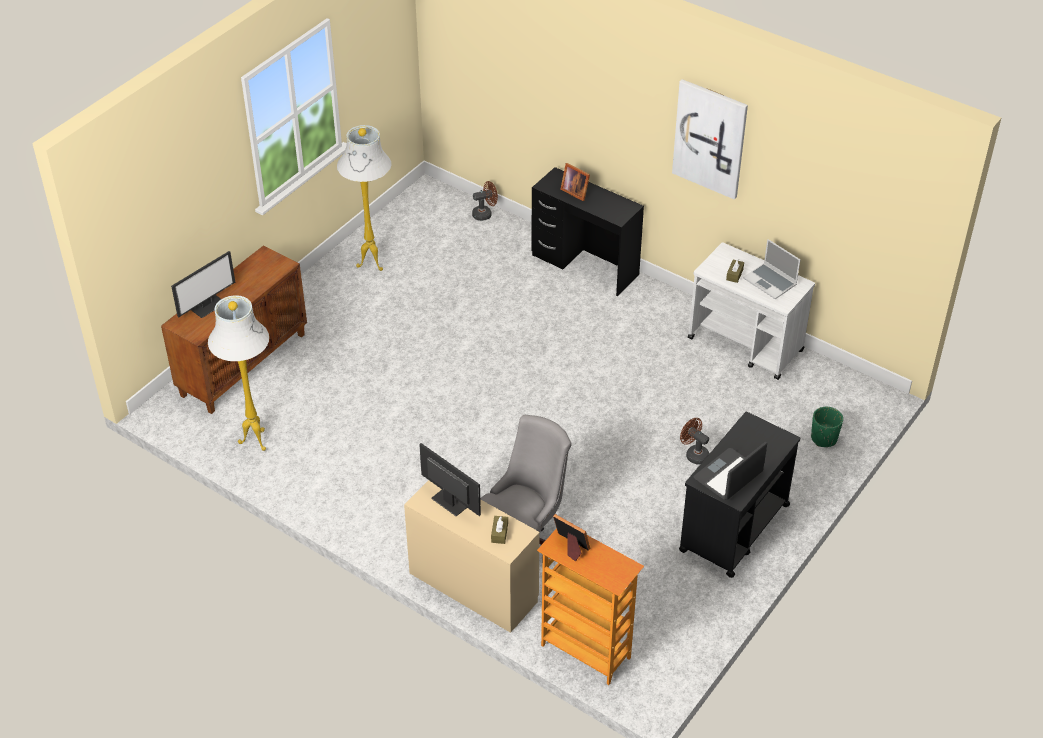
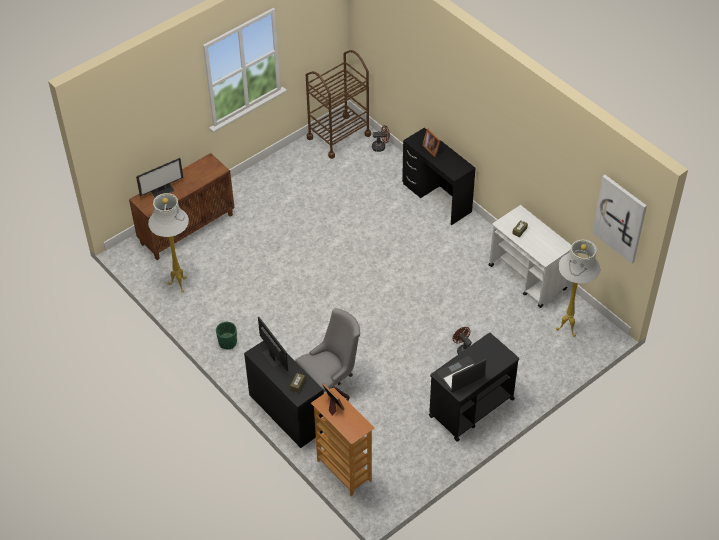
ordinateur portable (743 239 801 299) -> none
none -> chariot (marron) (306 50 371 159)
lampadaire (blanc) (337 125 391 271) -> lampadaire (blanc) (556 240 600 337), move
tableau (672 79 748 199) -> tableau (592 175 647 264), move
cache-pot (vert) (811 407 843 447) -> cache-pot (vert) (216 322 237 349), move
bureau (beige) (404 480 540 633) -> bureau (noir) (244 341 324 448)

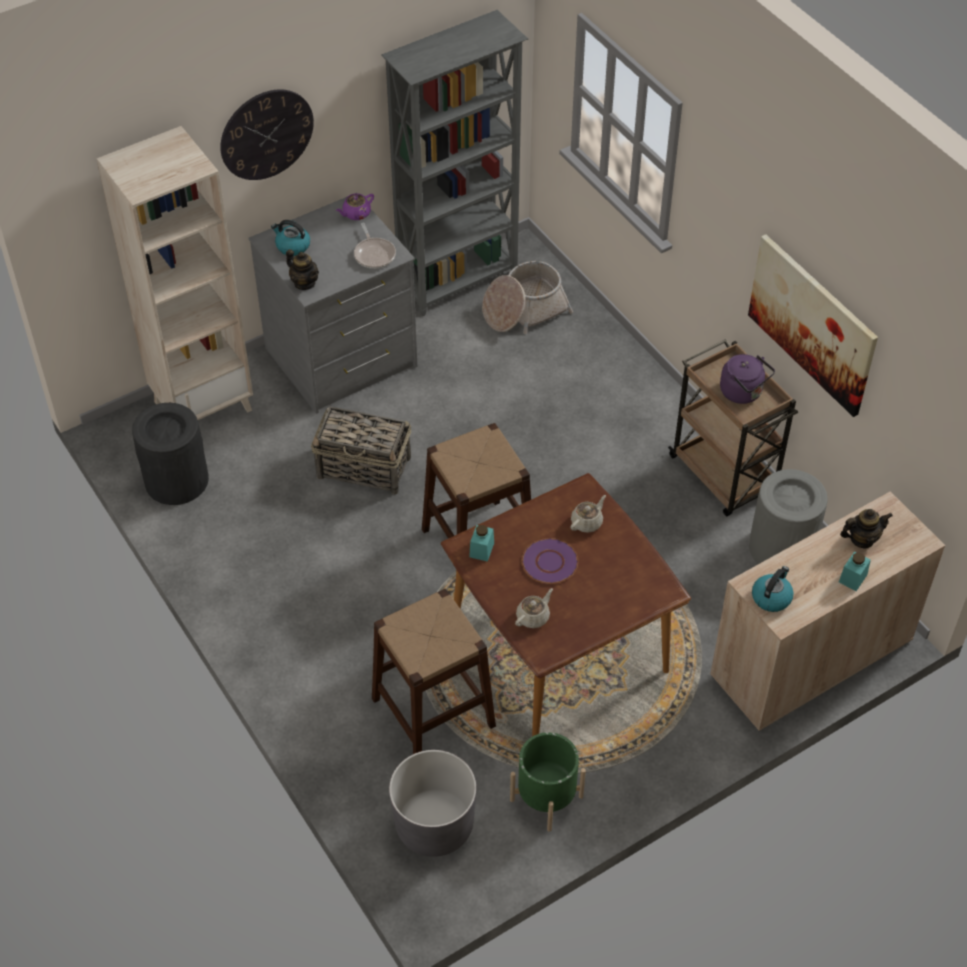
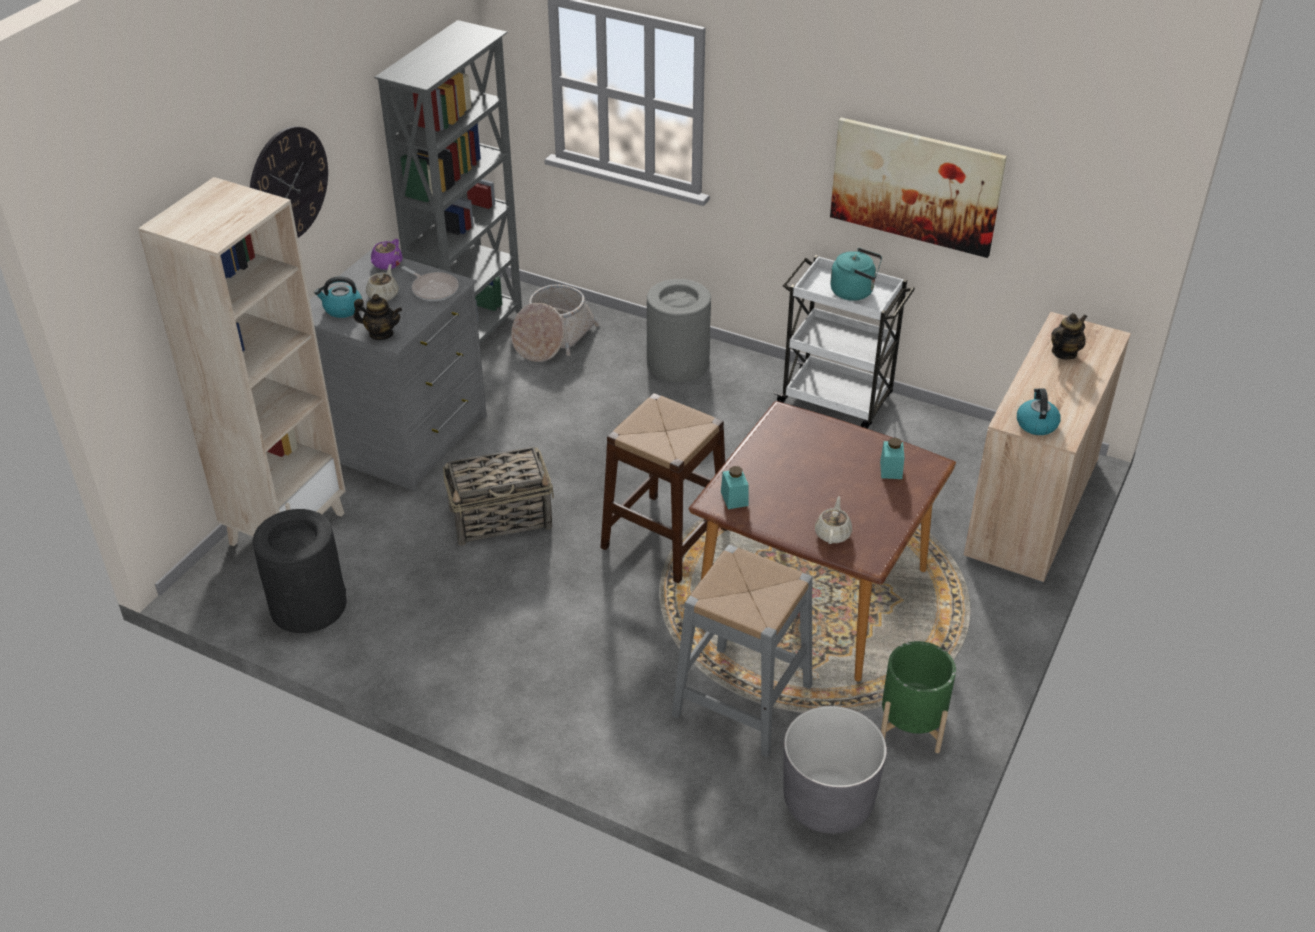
assiette (violet) (522 538 578 584) -> none
théière (beige) (570 495 606 533) -> théière (beige) (366 264 399 301), move
poubelle (gris) (749 469 828 564) -> poubelle (gris) (647 279 711 382), move
bocal (turquoise) (839 552 871 591) -> bocal (turquoise) (880 437 904 479), move
tabouret (marron) (372 589 496 754) -> tabouret (gris) (672 545 813 757)
chariot (marron) (668 339 798 516) -> chariot (blanc) (774 255 915 429)
bouilloire (violet) (720 354 775 404) -> bouilloire (turquoise) (830 248 882 301)

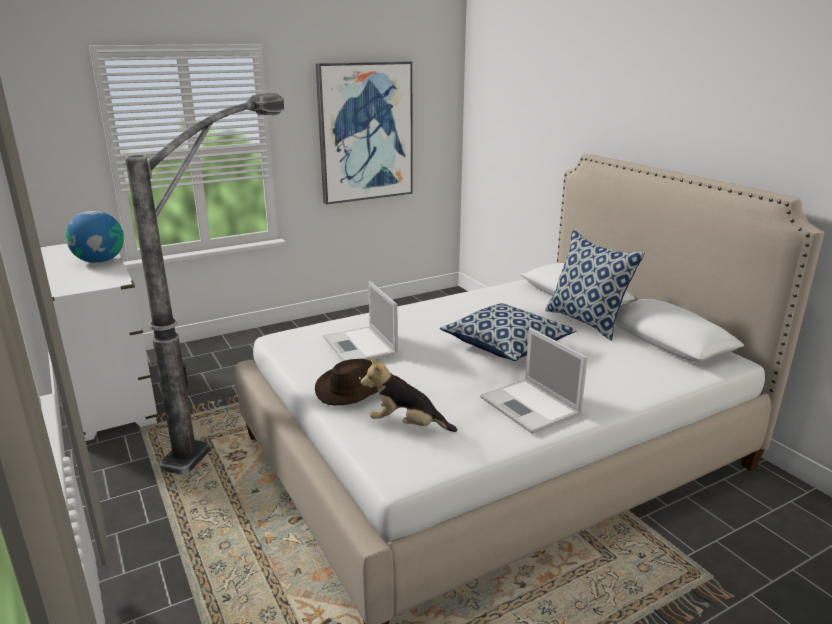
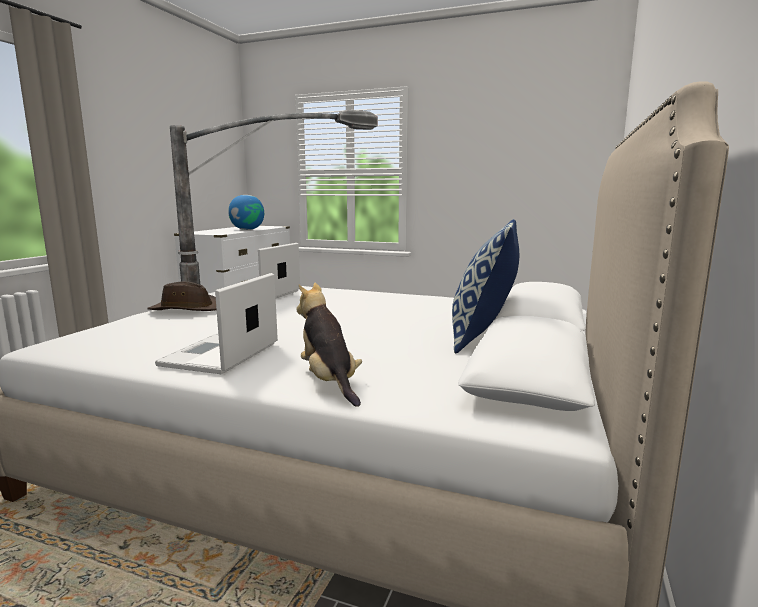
tableau (316 62 413 204) -> none
coussin (440 303 577 361) -> none
peluche (360 357 457 432) -> peluche (296 283 362 407), move

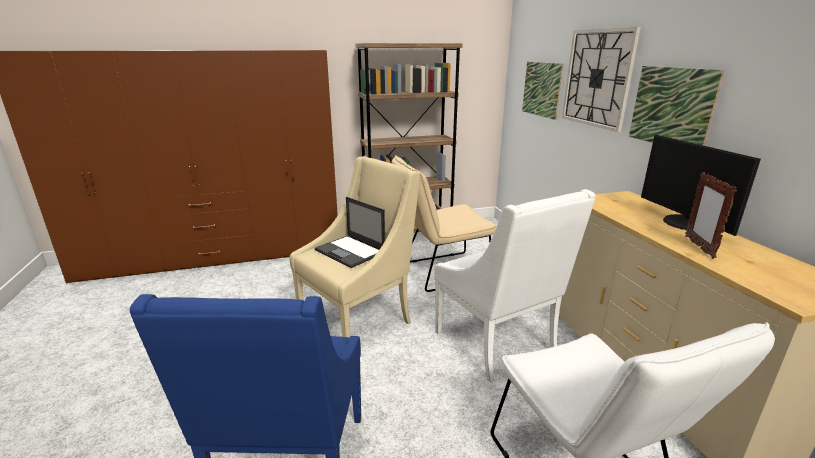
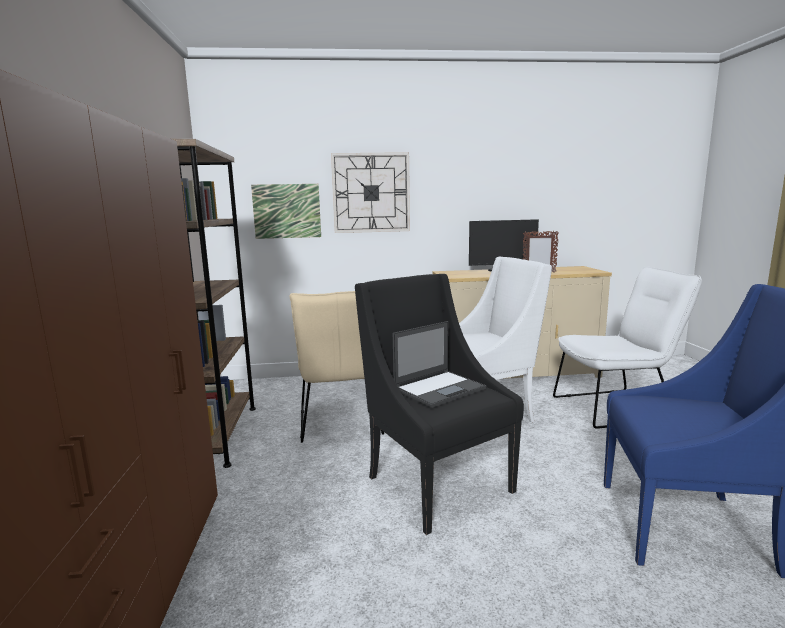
tableau (629 66 725 146) -> none
fauteuil (beige) (290 157 420 337) -> fauteuil (noir) (355 274 524 535)

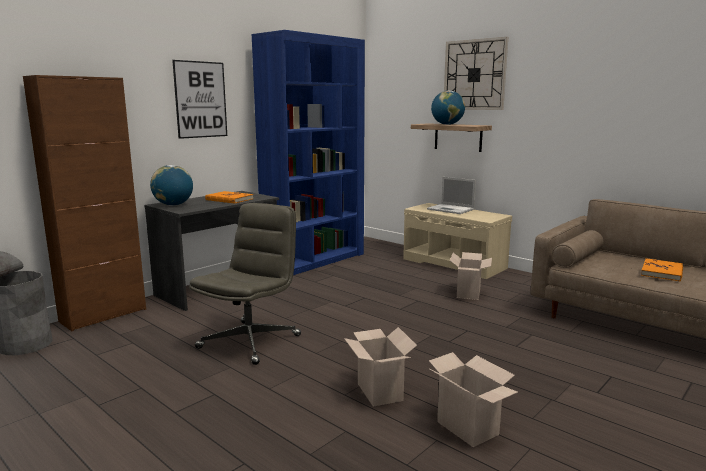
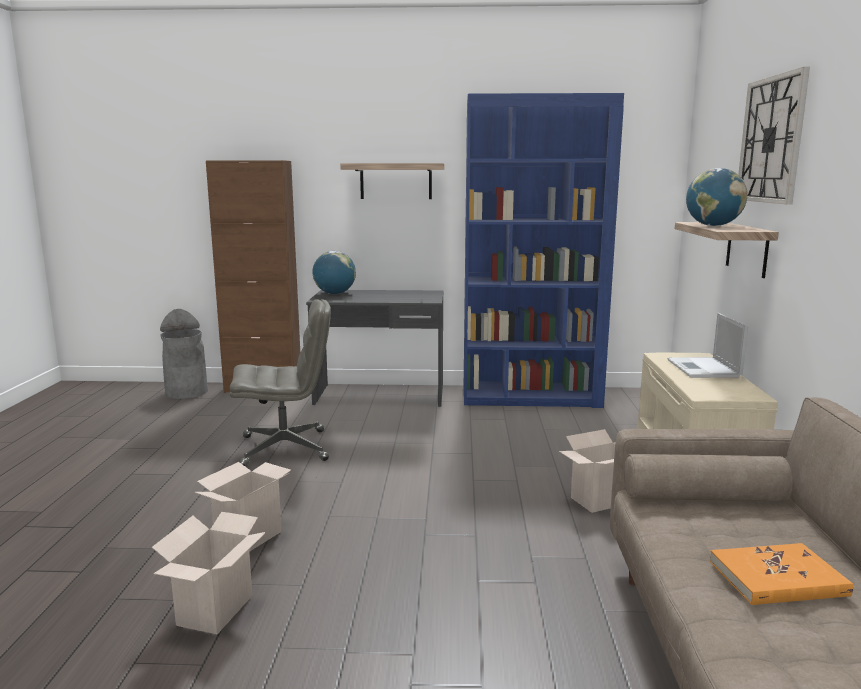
livre (orange) (205 191 253 204) -> none
tableau (172 60 227 139) -> étagère (340 163 445 199)

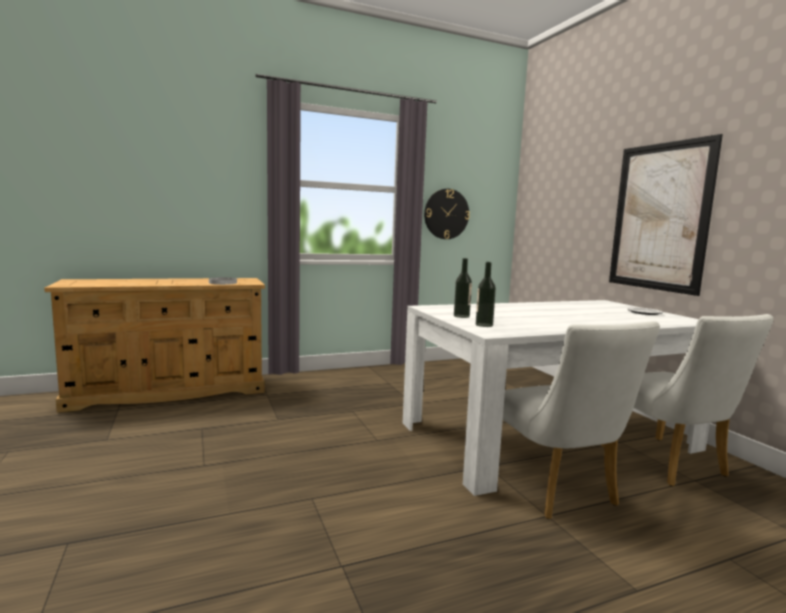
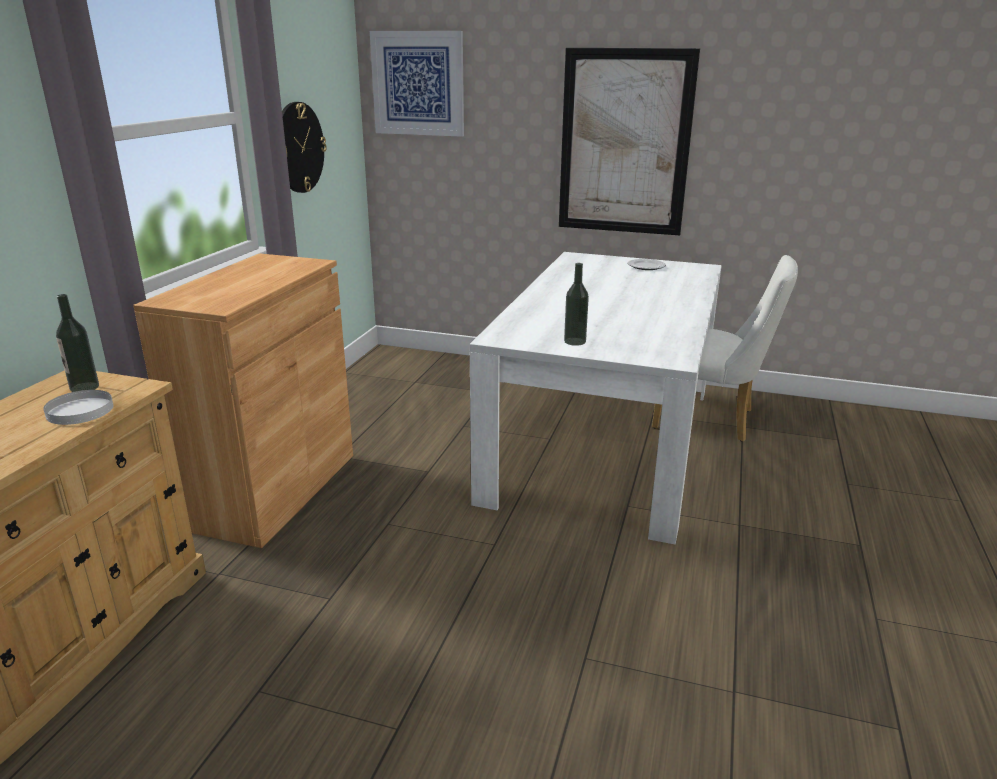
chaise (blanc) (503 321 660 519) -> none
none -> meuble de rangement (marron) (133 253 353 548)
none -> tableau (370 31 464 137)
bouteille (476 262 496 327) -> bouteille (56 294 99 392), move

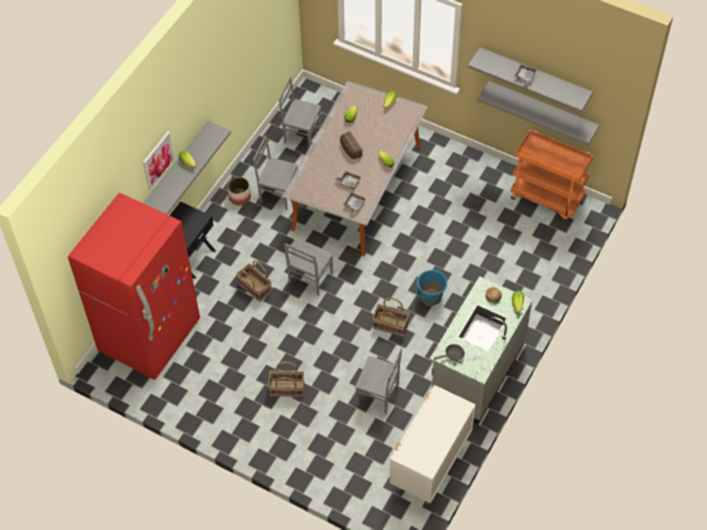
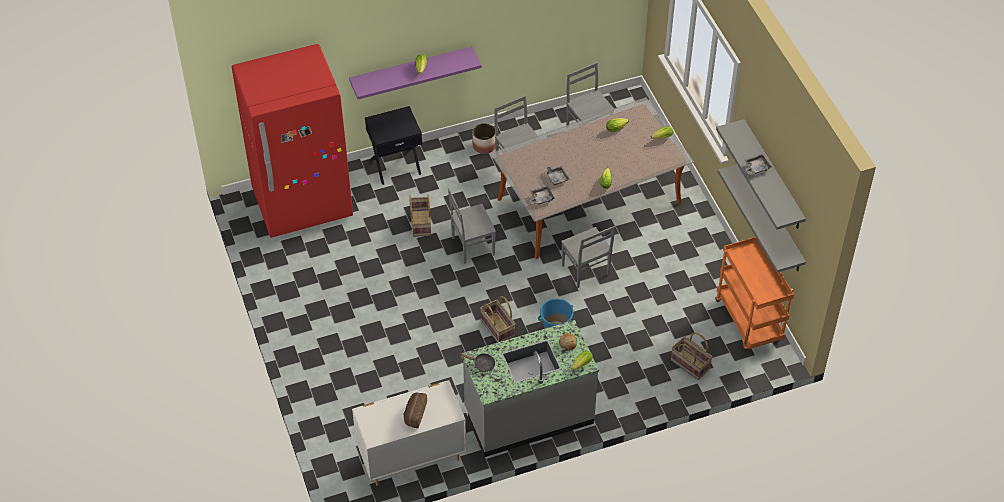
tableau (143 131 175 190) -> none
panier (268 362 304 397) -> panier (671 332 713 380), move
pain (340 131 363 159) -> pain (404 393 427 428), move
chaise (gris) (355 348 402 414) -> chaise (gris) (561 226 615 288), move
étagère (gris) (143 121 231 215) -> étagère (violet) (349 46 482 100)

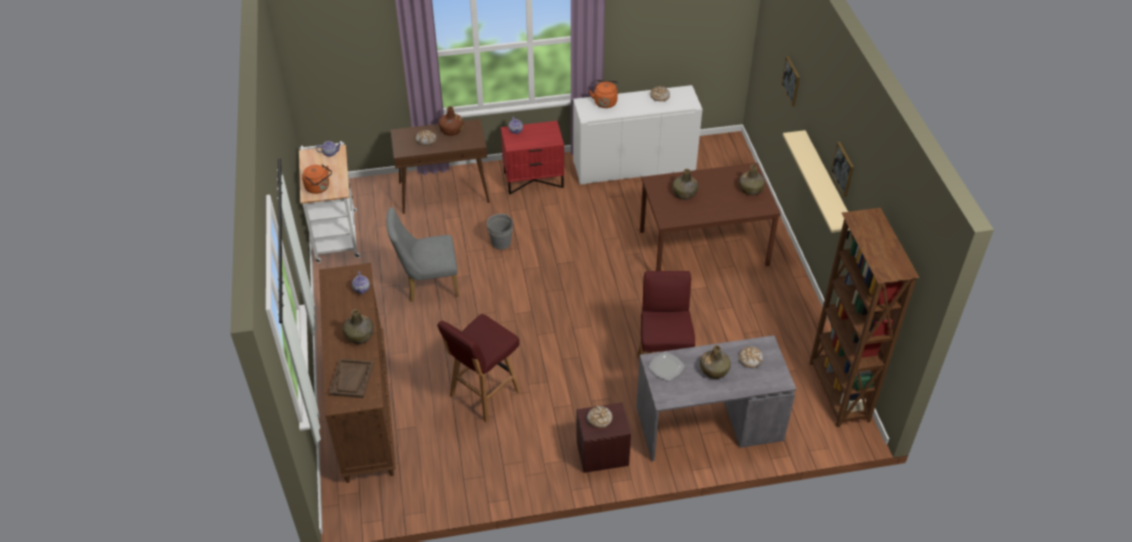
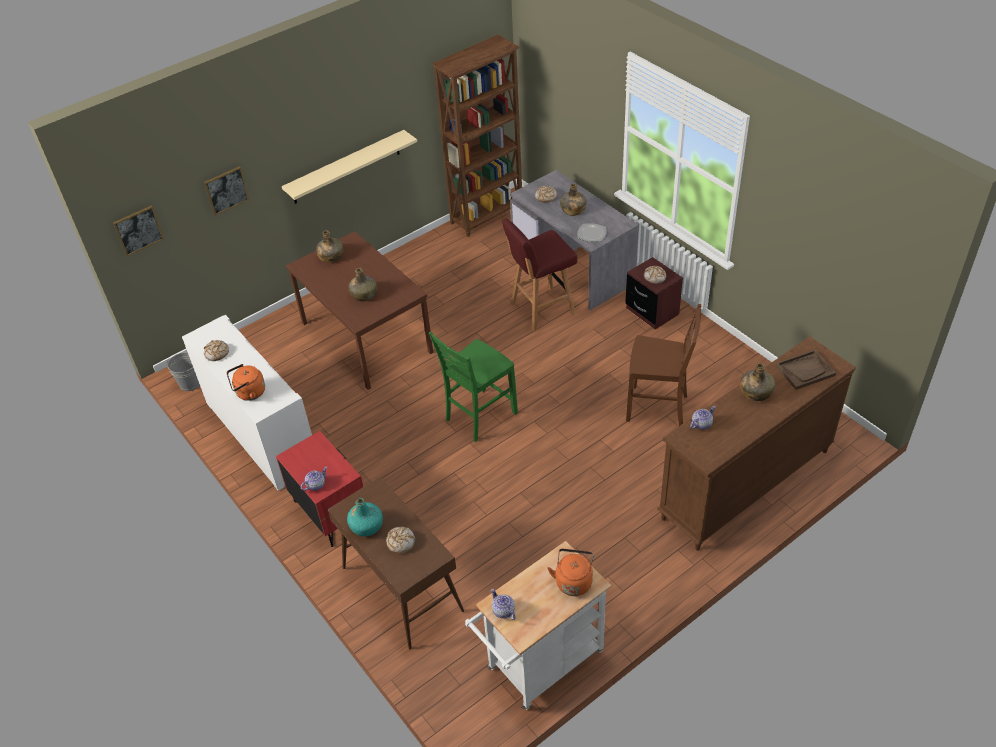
chaise (gris) (386 207 459 302) -> none
none -> chaise (vert) (429 331 518 442)
seau (gris) (487 213 513 250) -> seau (gris) (167 352 200 391), move
tableau (831 142 854 197) -> tableau (113 206 164 256), move
tabouret (rouge) (437 314 521 422) -> chaise (marron) (626 304 701 426)
bouteille (marron) (439 106 464 136) -> bouteille (turquoise) (347 498 383 537)

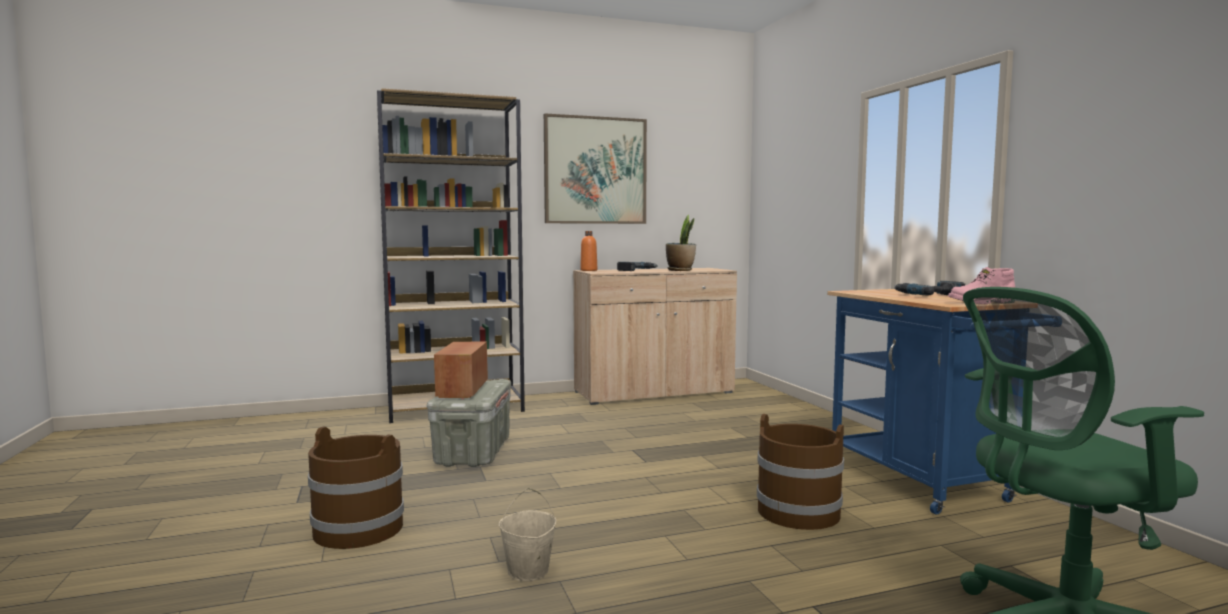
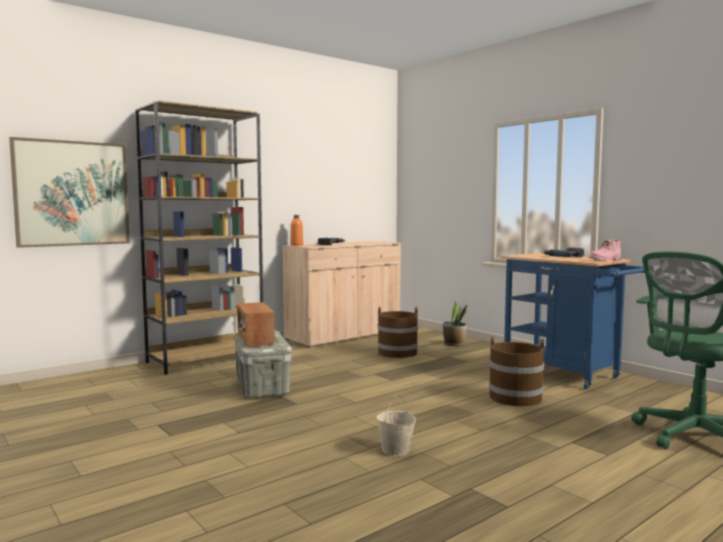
seau (marron) (308 426 404 549) -> seau (marron) (378 307 418 358), move
tableau (544 114 647 224) -> tableau (9 137 130 248), move
plante en pot (666 215 696 271) -> plante en pot (443 300 467 346), move

